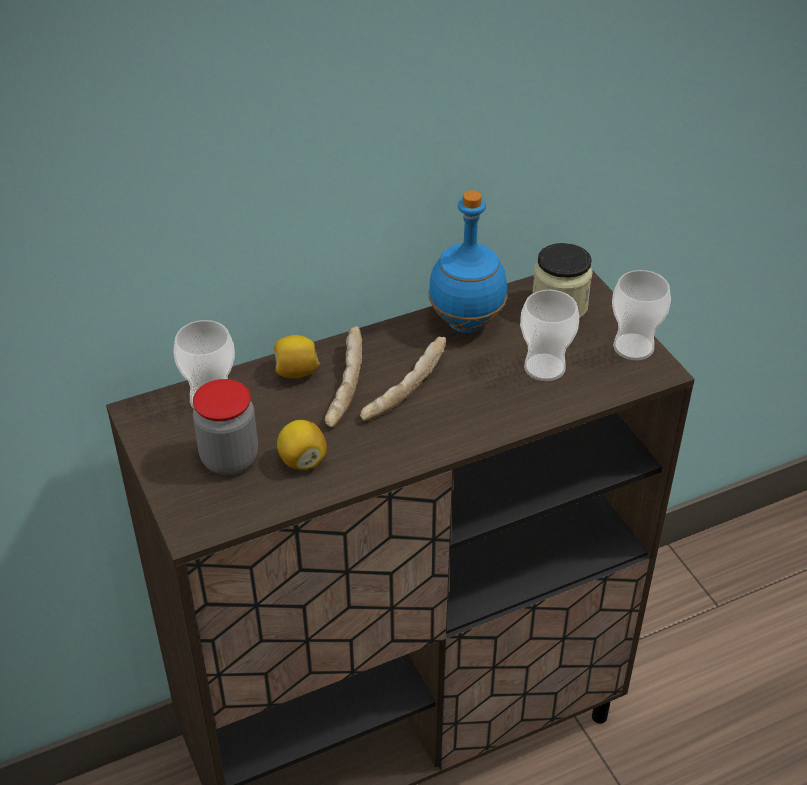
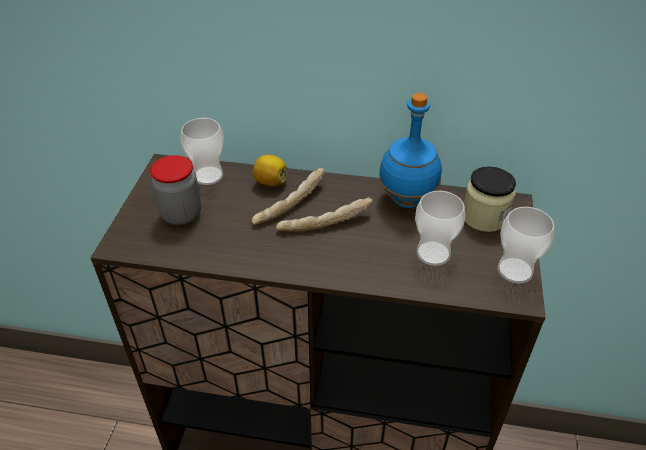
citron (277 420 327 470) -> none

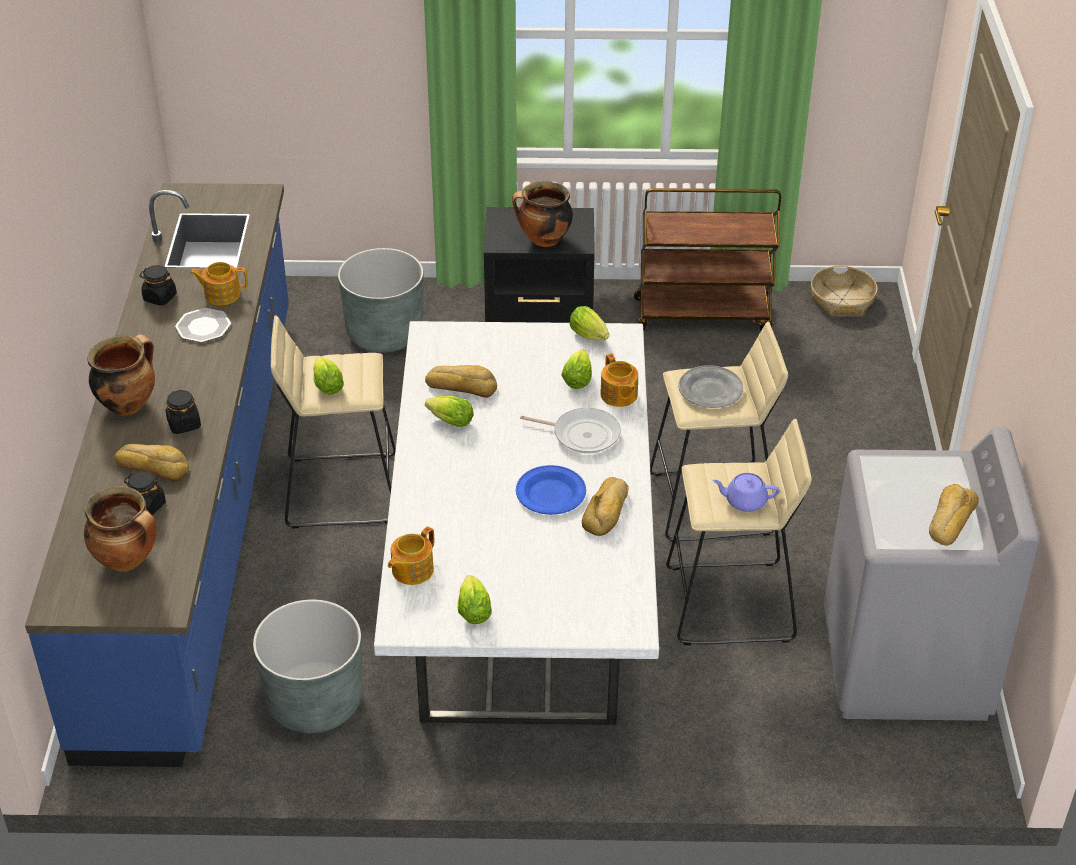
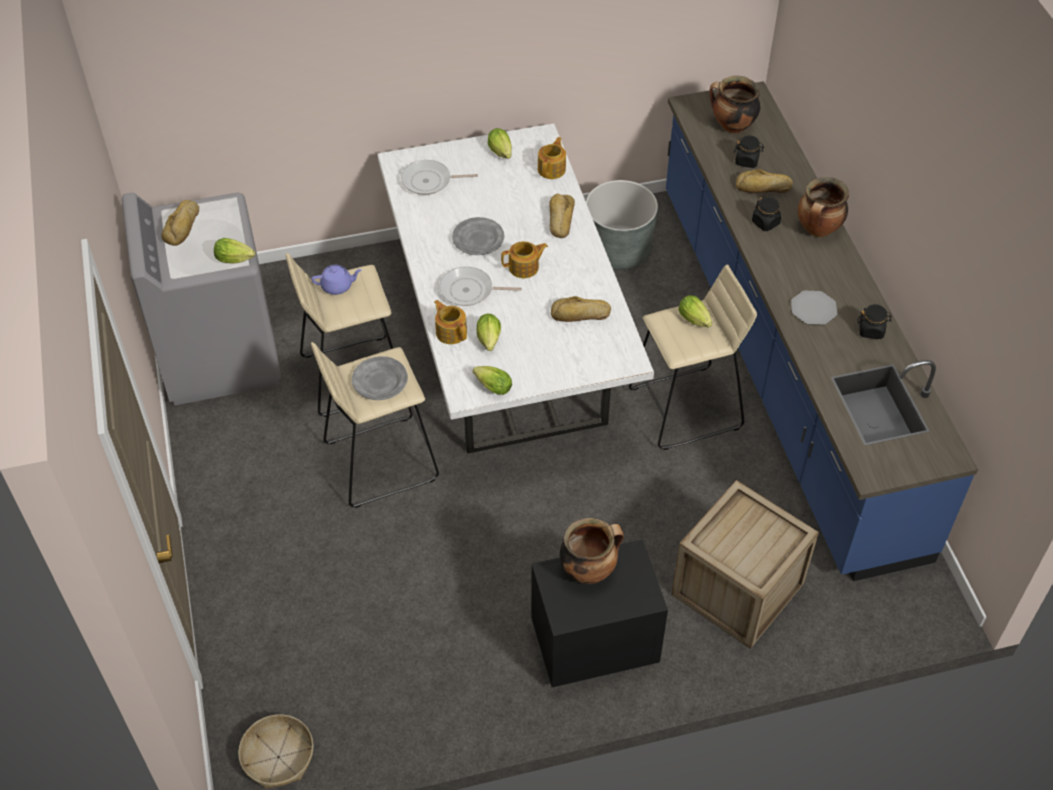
chariot (marron) (634 188 781 331) -> none
none -> poêle (401 160 478 195)
théière (190 262 248 305) -> théière (501 241 548 278), move
laitue (425 396 474 427) -> laitue (214 238 255 263), move
pain (582 477 629 536) -> pain (549 194 575 238), move
cache-pot (gris) (338 248 424 353) -> caisse (671 480 819 649)
assiette (bleu) (516 465 586 515) -> assiette (gris) (452 217 504 255)

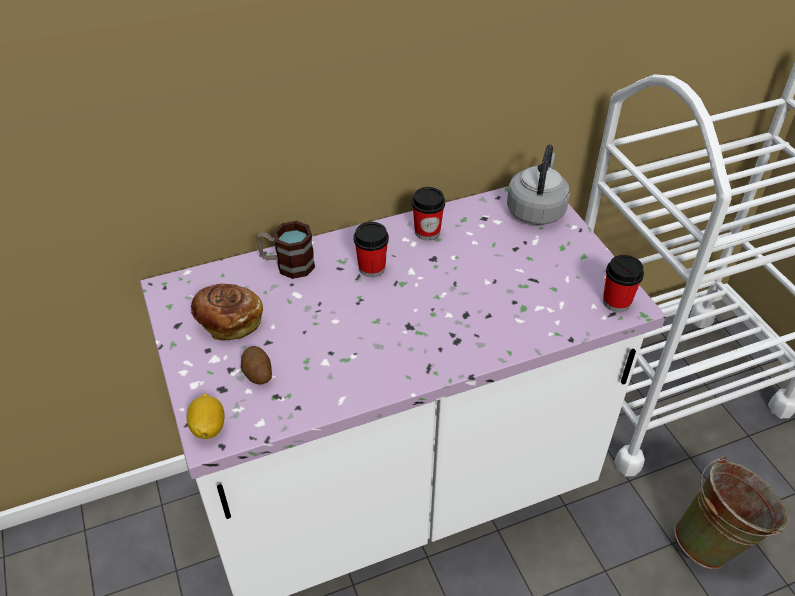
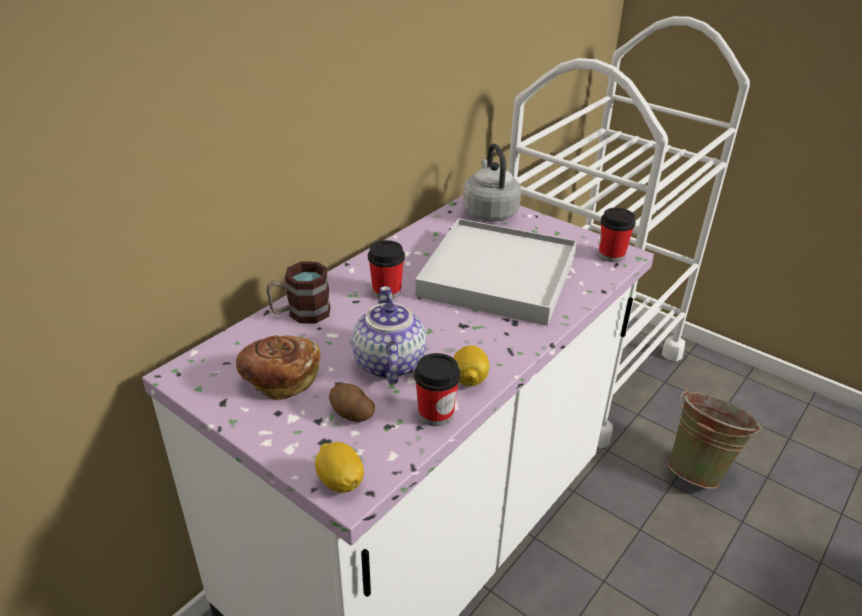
none -> théière (352 286 427 385)
none -> plateau (blanc) (415 218 577 326)
none -> citron (454 345 489 387)
tasse (412 187 445 240) -> tasse (414 353 461 426), move

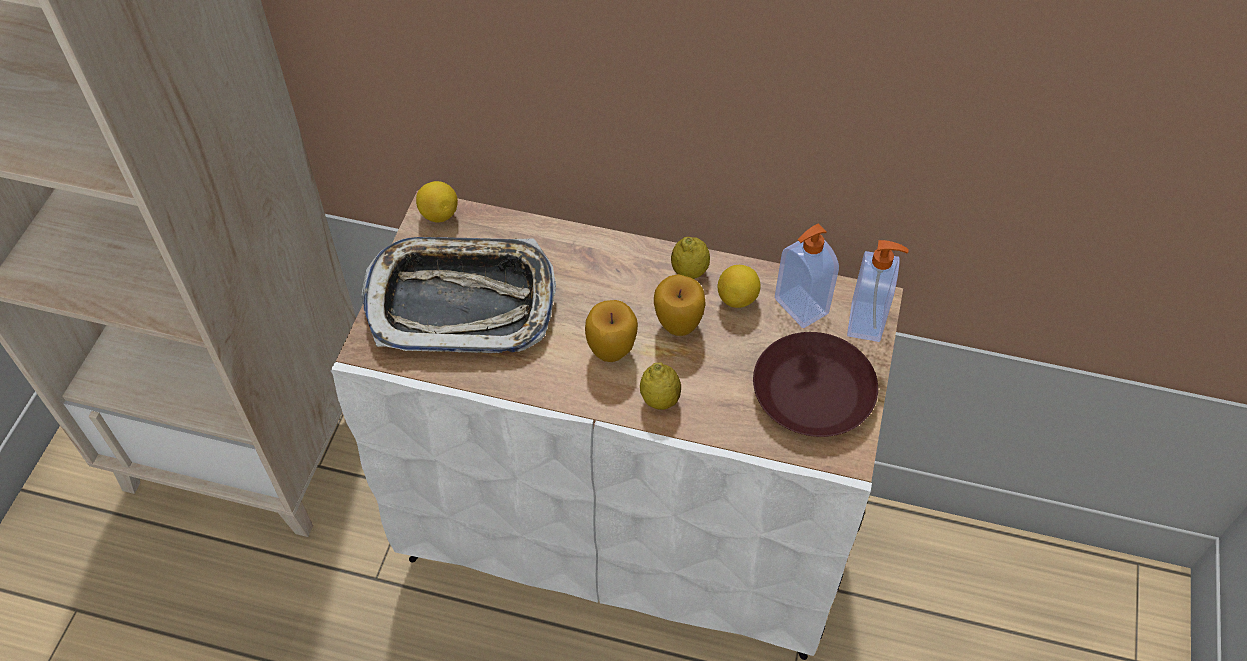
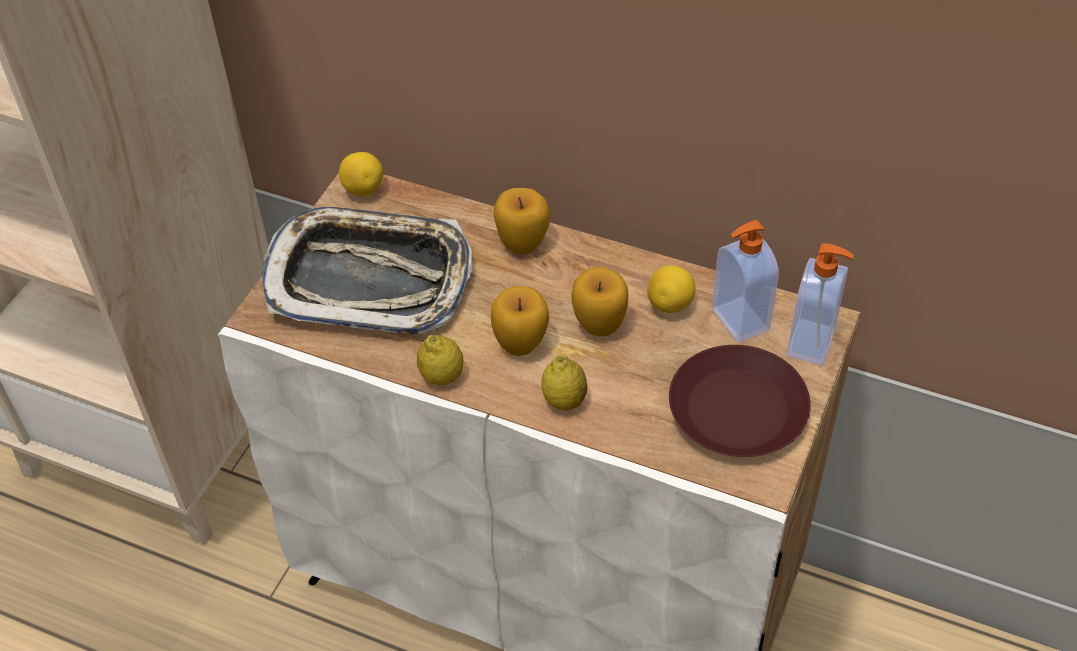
none -> pomme (494 188 550 255)
citron (671 237 710 279) -> citron (417 335 463 385), move

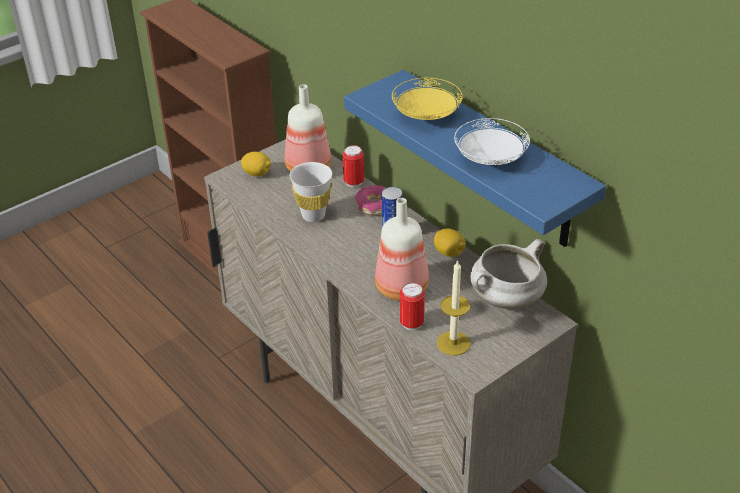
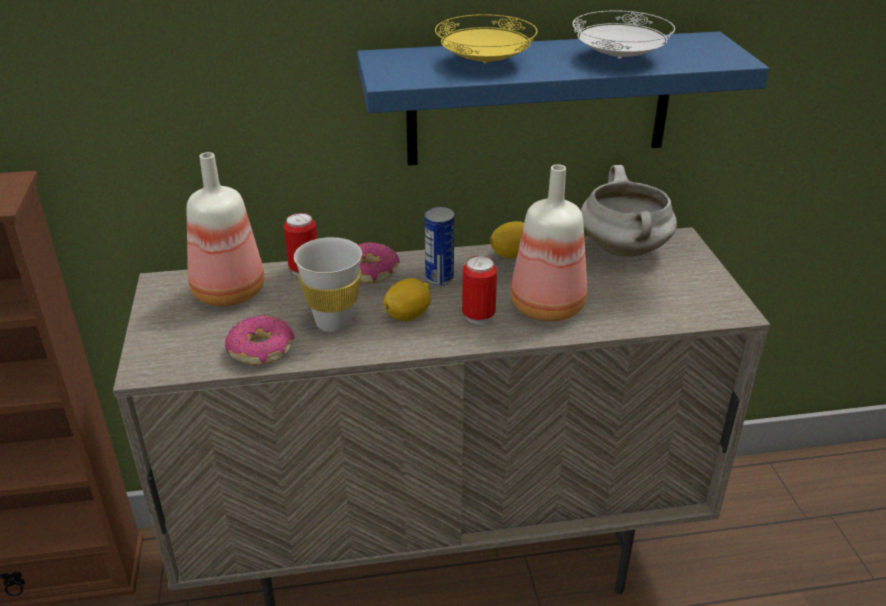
bougie (437 259 470 356) -> none
none -> beignet (225 315 295 365)
citron (241 152 271 176) -> citron (384 278 431 321), move
boîte métallique (400 283 425 330) -> boîte métallique (462 256 497 324), move

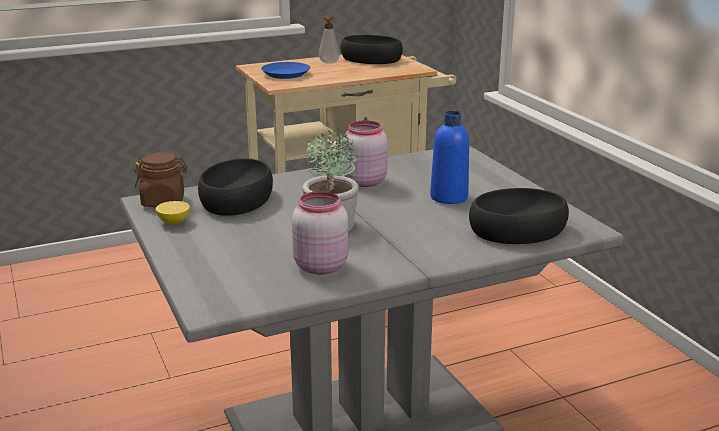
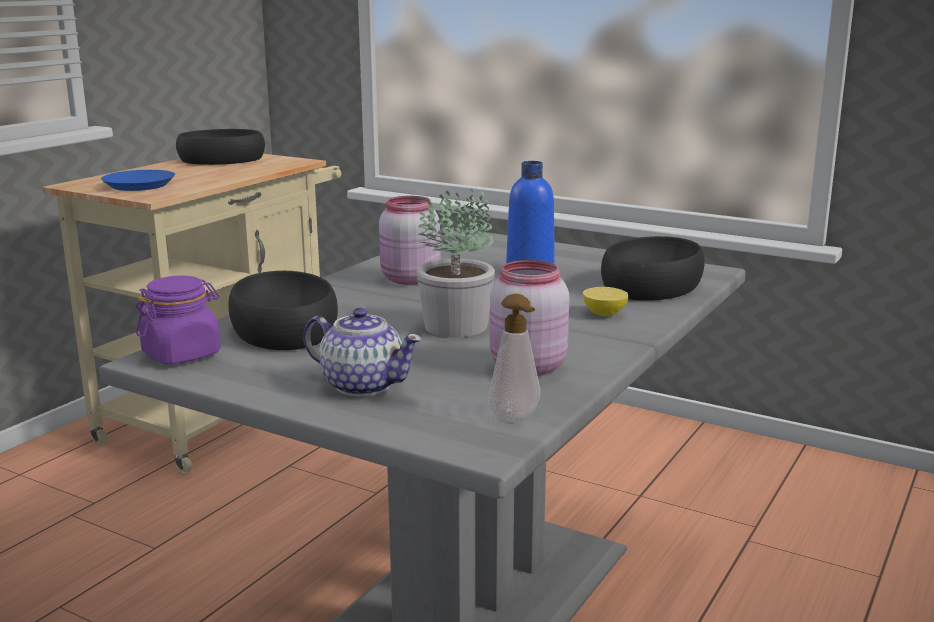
none -> théière (303 308 422 397)
citron (156 201 190 224) -> citron (583 287 628 316), move
distributeur de savon (319 15 340 64) -> distributeur de savon (488 294 540 422), move
bocal (marron) (135 152 188 207) -> bocal (violet) (135 276 221 364)

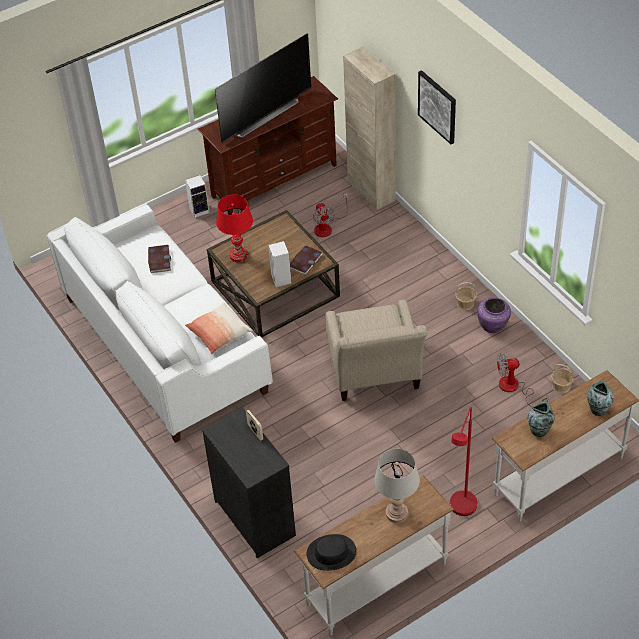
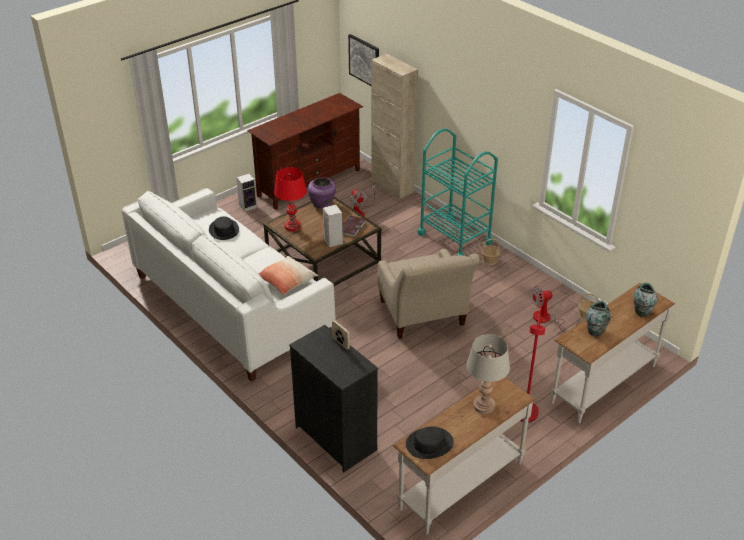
téléviseur (215 33 311 143) -> none
none -> chariot (turquoise) (418 128 498 256)
tableau (418 70 456 144) -> tableau (348 34 379 86), move
vase (violet) (477 297 511 333) -> vase (violet) (308 177 336 208), move
livre (148 245 171 273) -> chapeau (noir) (209 216 239 240)

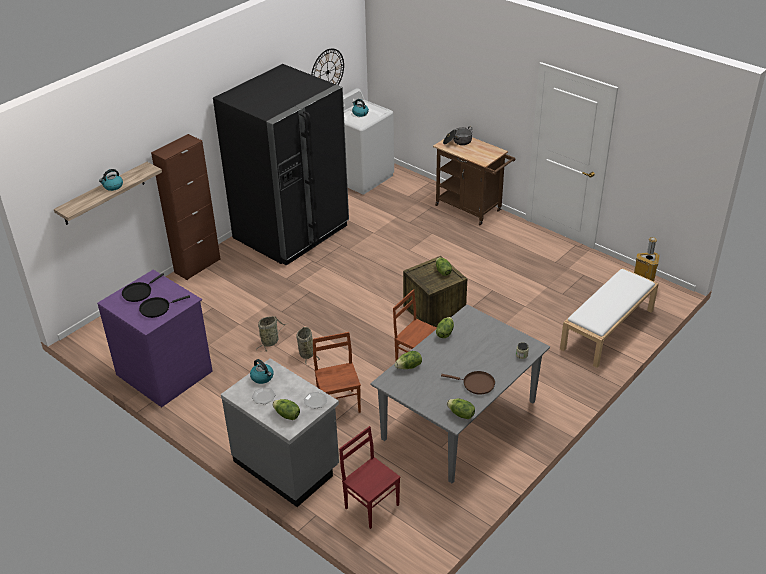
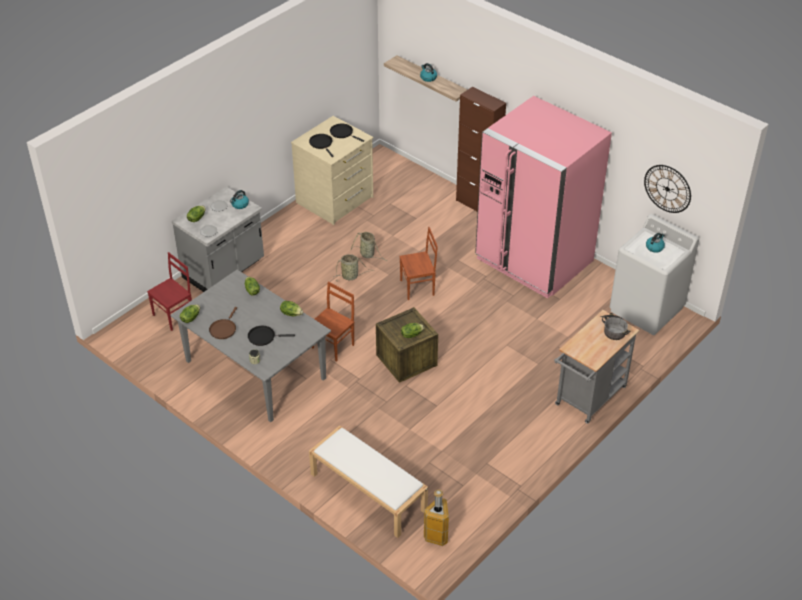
none -> poêle (noir) (248 326 295 346)
chaise (marron) (313 332 361 413) -> chaise (marron) (399 227 438 300), move
commode (violet) (97 270 213 407) -> commode (beige) (291 116 374 225)
réfrigérateur (noir) (213 64 349 266) -> réfrigérateur (rose) (475 96 612 299)
chariot (marron) (433 137 515 225) -> chariot (gris) (554 310 639 424)

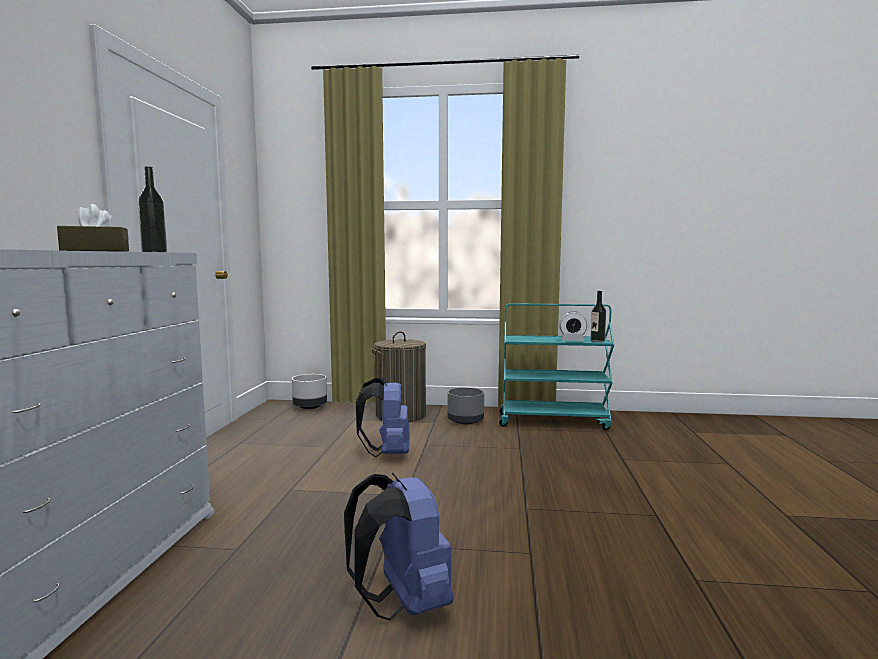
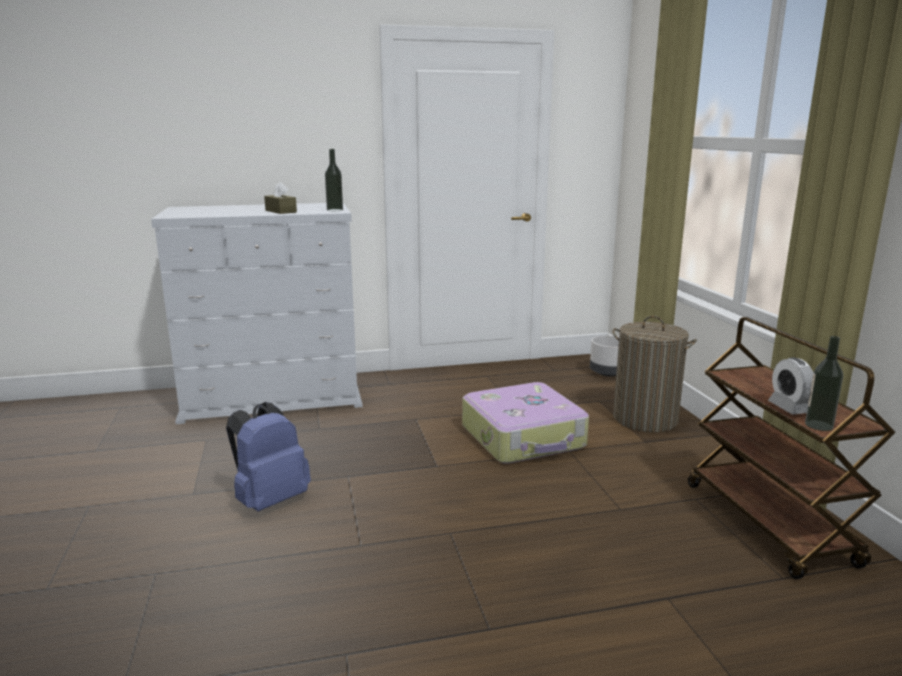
cache-pot (gris) (447 387 484 424) -> none
sac à dos (bleu) (356 377 410 457) -> valise (462 382 589 464)
chariot (turquoise) (499 303 614 430) -> chariot (marron) (688 317 896 579)

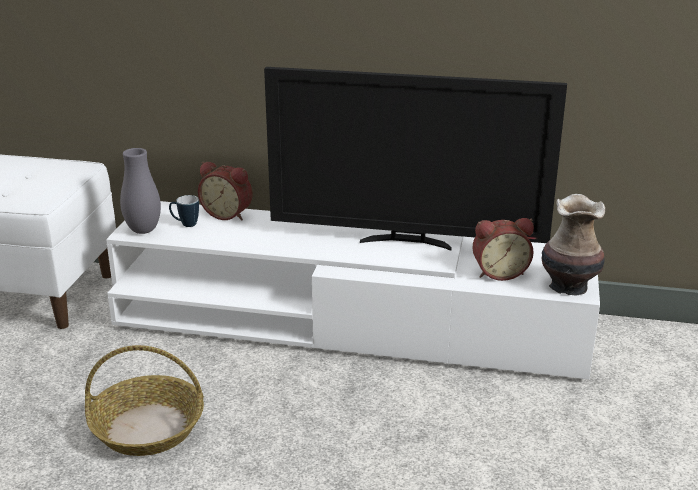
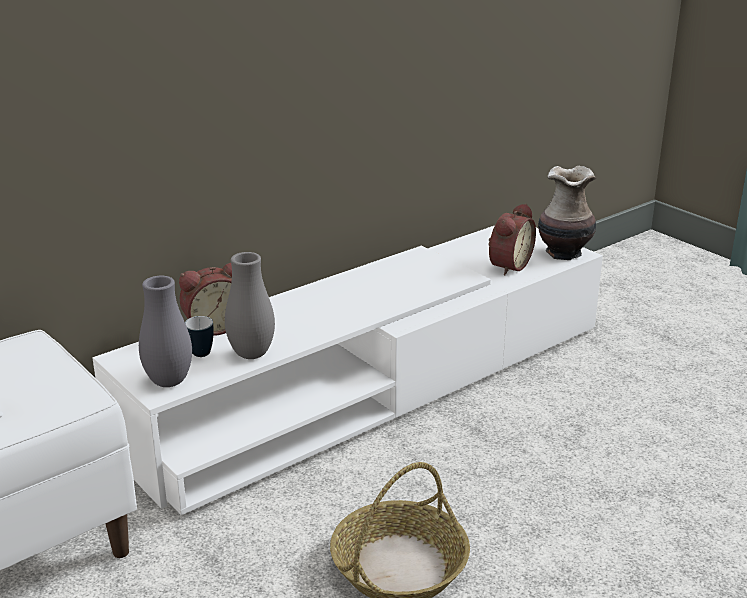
téléviseur (264 67 567 251) -> none
none -> vase (gris) (225 252 275 359)

